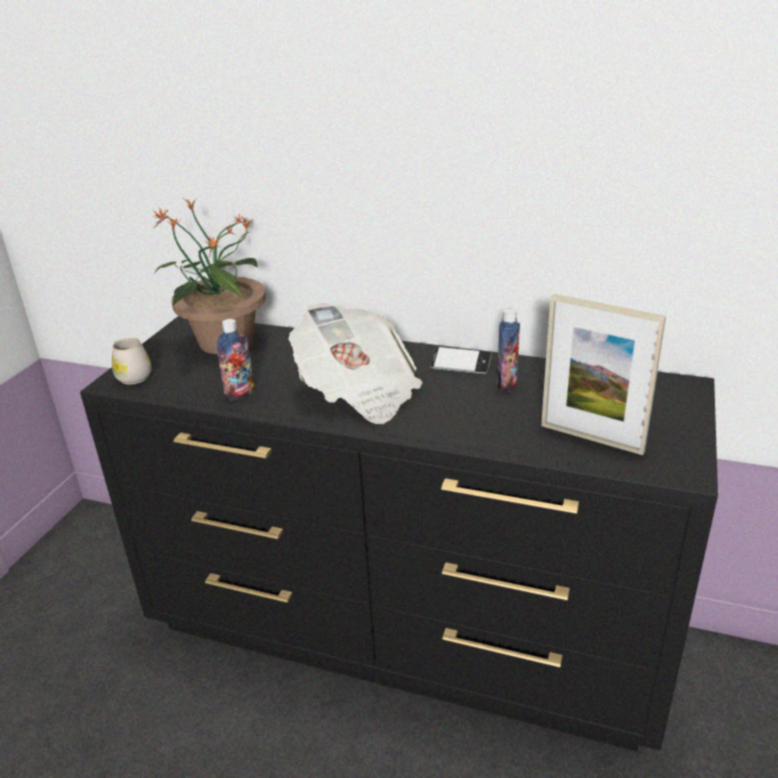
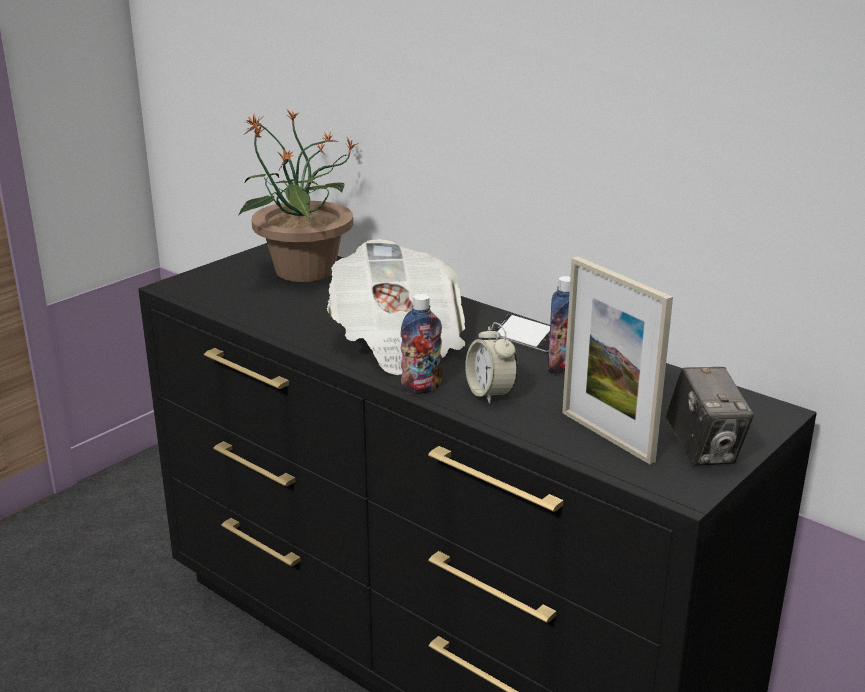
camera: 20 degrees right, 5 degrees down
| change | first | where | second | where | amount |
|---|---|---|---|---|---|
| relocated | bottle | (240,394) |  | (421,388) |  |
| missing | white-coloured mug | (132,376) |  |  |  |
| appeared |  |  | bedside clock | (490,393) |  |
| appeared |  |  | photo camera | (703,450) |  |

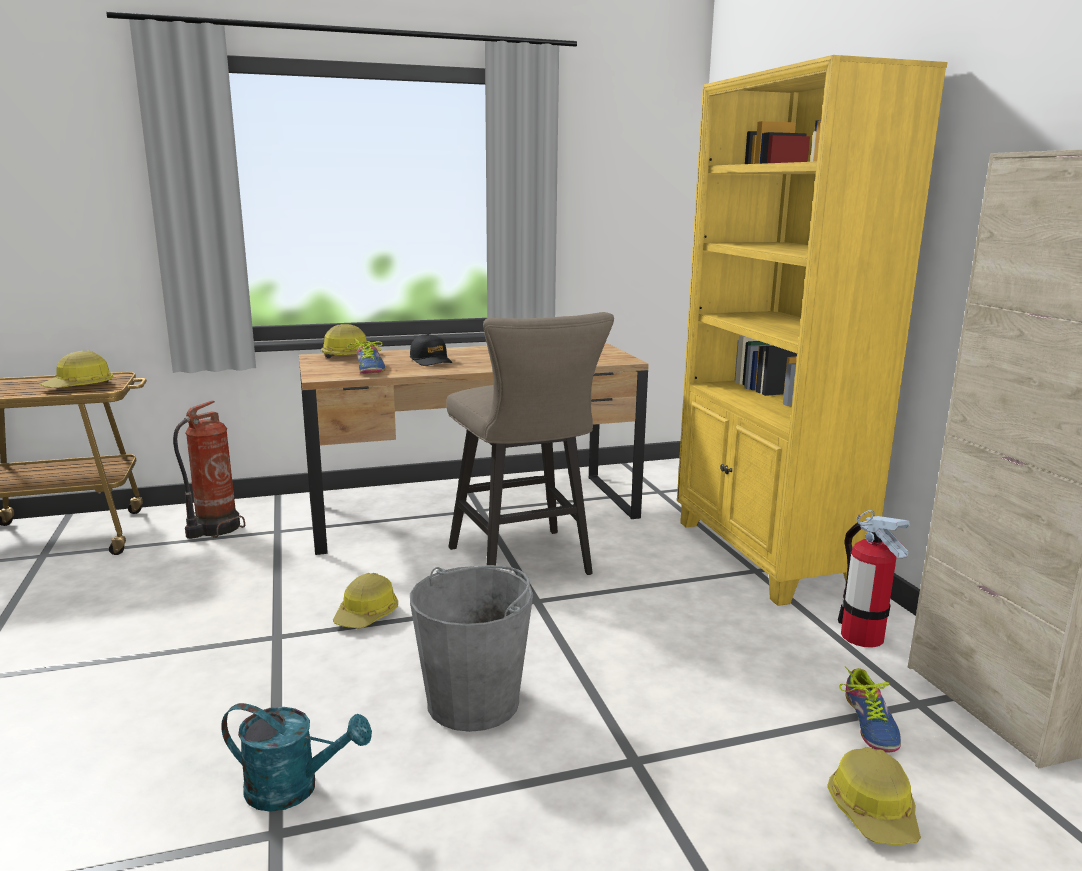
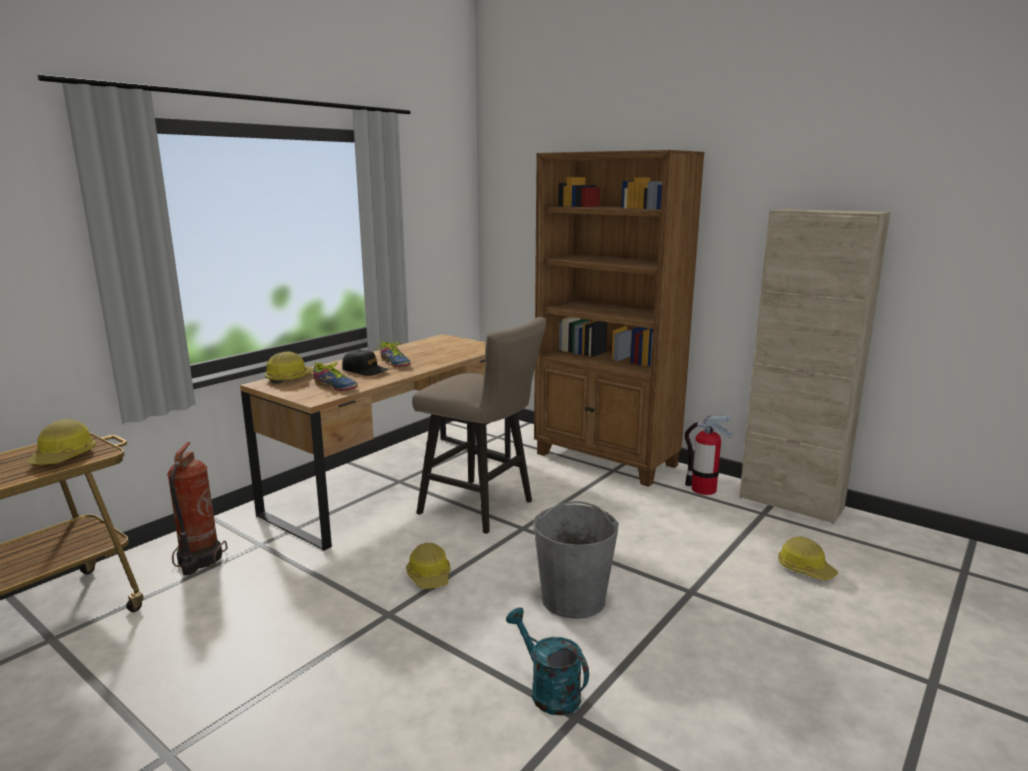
camera: 35 degrees left, 0 degrees up
| change | first | where | second | where | amount |
|---|---|---|---|---|---|
| colour | yellow-coloured bookcase | (764,555) | brown bookcase | (606,460) |  |
| relocated | shoe | (870,723) |  | (395,363) |  |
| spun | turquoise watering pot | (294,789) |  | (548,690) | 105 degrees counterclockwise |

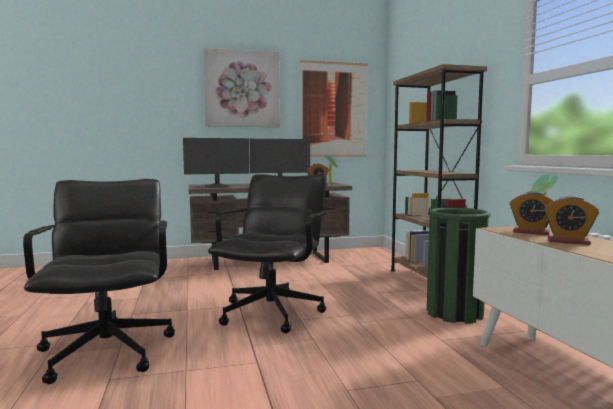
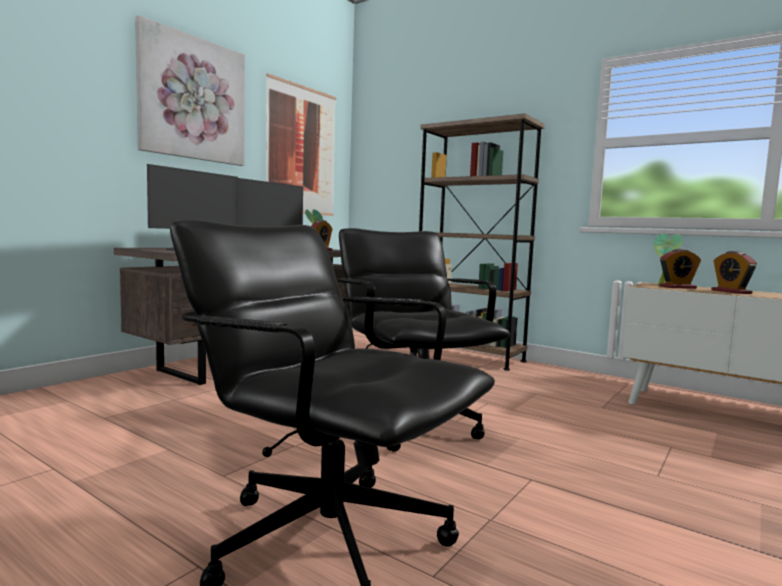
camera: 40 degrees left, 0 degrees up
| change | first | where | second | where | amount |
|---|---|---|---|---|---|
| spun | bedside clock | (568,241) |  | (731,292) | 90 degrees clockwise |
| missing | green rubbish bin | (454,313) |  |  |  |

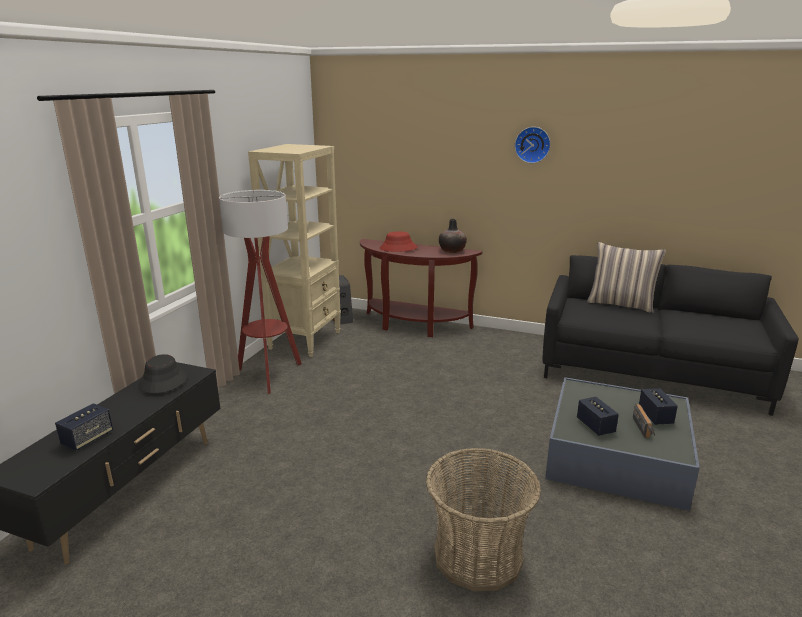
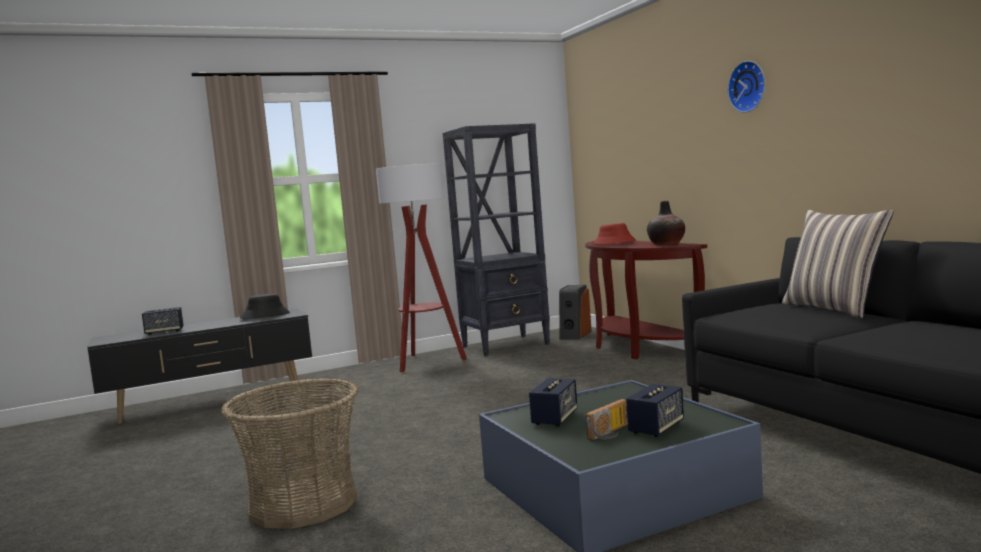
camera: 45 degrees right, 15 degrees down
| change | first | where | second | where | amount |
|---|---|---|---|---|---|
| colour | sand-coloured bookcase | (305,340) | black bookcase | (506,345) |  |

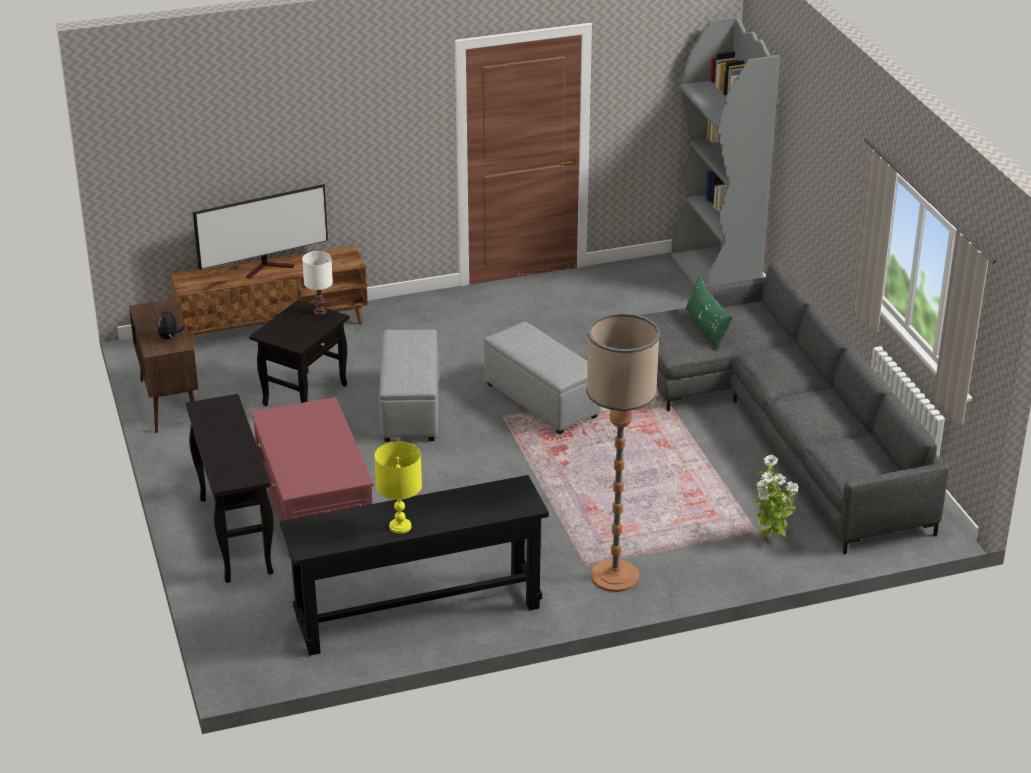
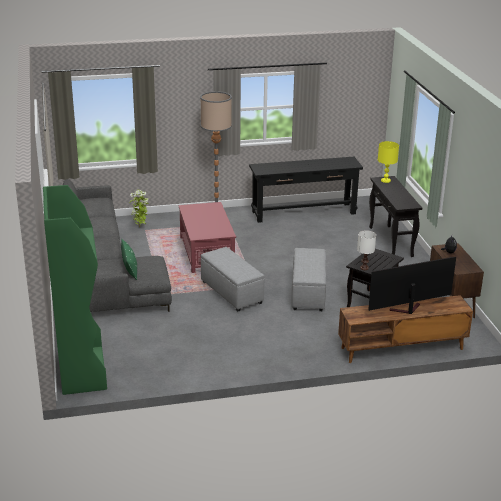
camera: 175 degrees left, 5 degrees down
| change | first | where | second | where | amount |
|---|---|---|---|---|---|
| colour | greyish bookcase | (716,275) | green bookcase | (82,370) |  |
| relocated | red-coloured coffee table | (314,506) |  | (206,252) |  |
| relocated | yellow-coloured table lamp | (400,526) |  | (385,180) |  |

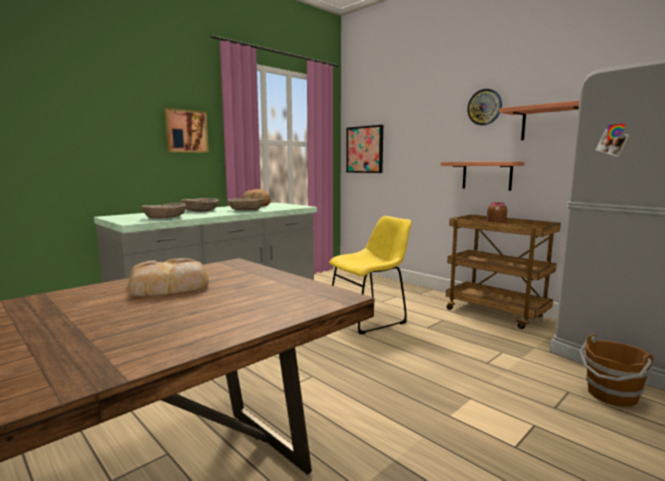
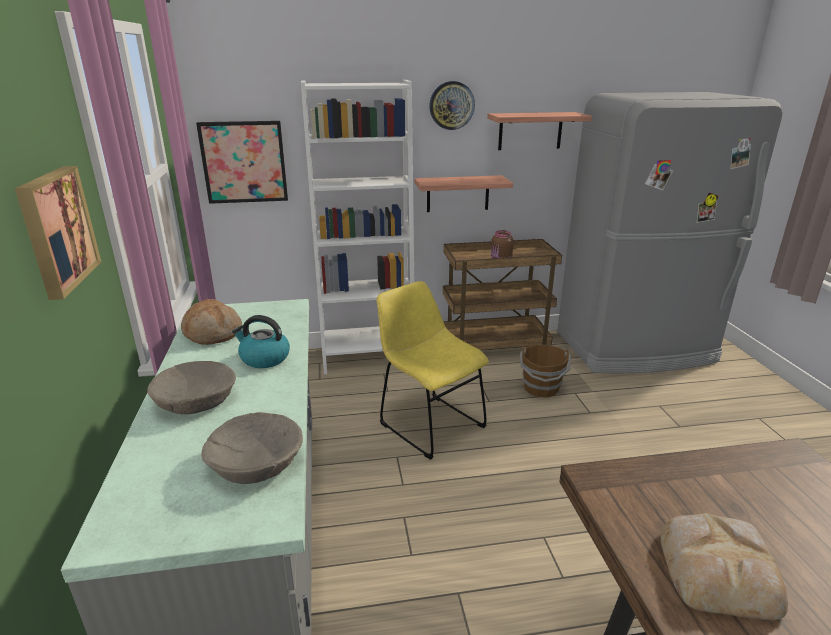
camera: 55 degrees left, 15 degrees up
| change | first | where | second | where | amount |
|---|---|---|---|---|---|
| exchanged | sand-coloured bowl | (245,210) | tea kettle | (264,358) |  |
| spun | yellow-coloured plain chair | (370,318) |  | (428,423) | 45 degrees counterclockwise |
| relocated | brown water bucket | (611,395) |  | (541,388) |  |
| appeared |  |  | white-coloured bookcase | (367,357) |  |

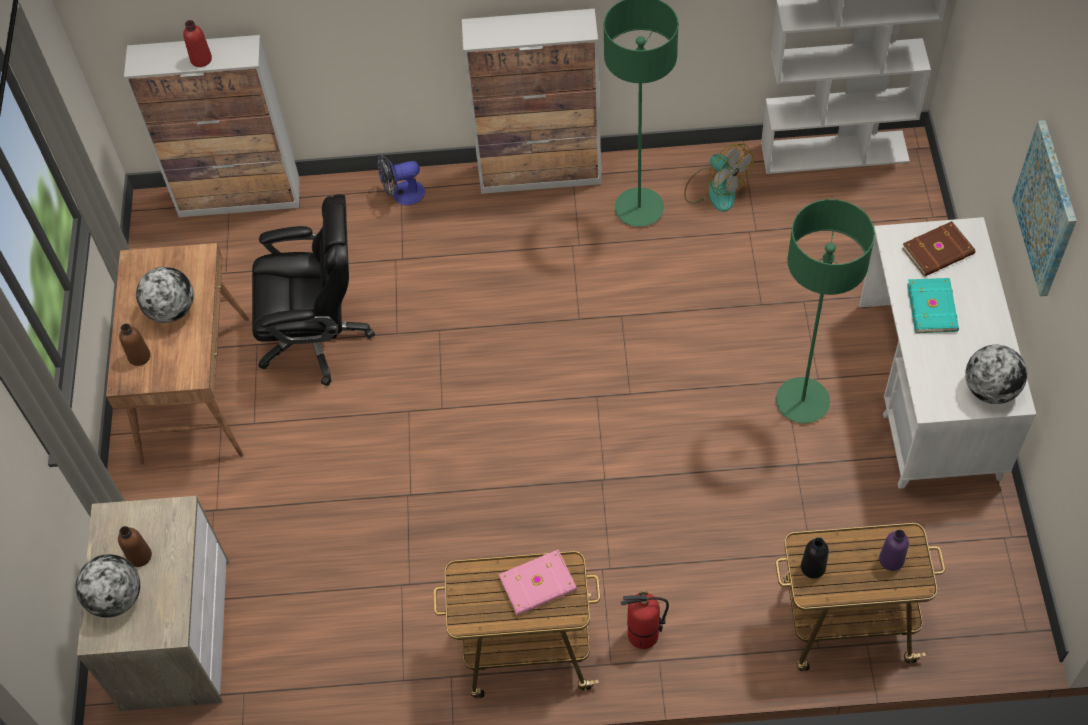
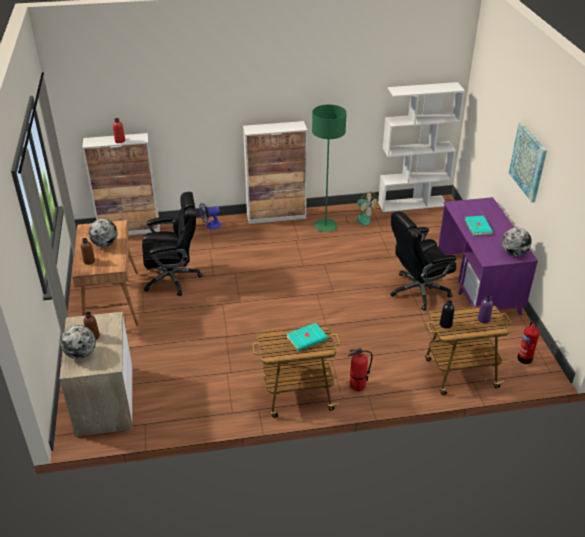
camera: 10 degrees left, 20 degrees down
| change | first | where | second | where | amount |
|---|---|---|---|---|---|
| exchanged | green standing lamp | (802,401) | black desk chair | (418,290) |  |
| colour | white-coloured desk unit | (930,392) | purplish desk unit | (478,284) |  |
| missing | brown volume | (938,252) |  |  |  |
| colour | pink volume | (539,585) | turquoise volume | (307,338) |  |
| appeared |  |  | extinguisher | (525,357) |  |

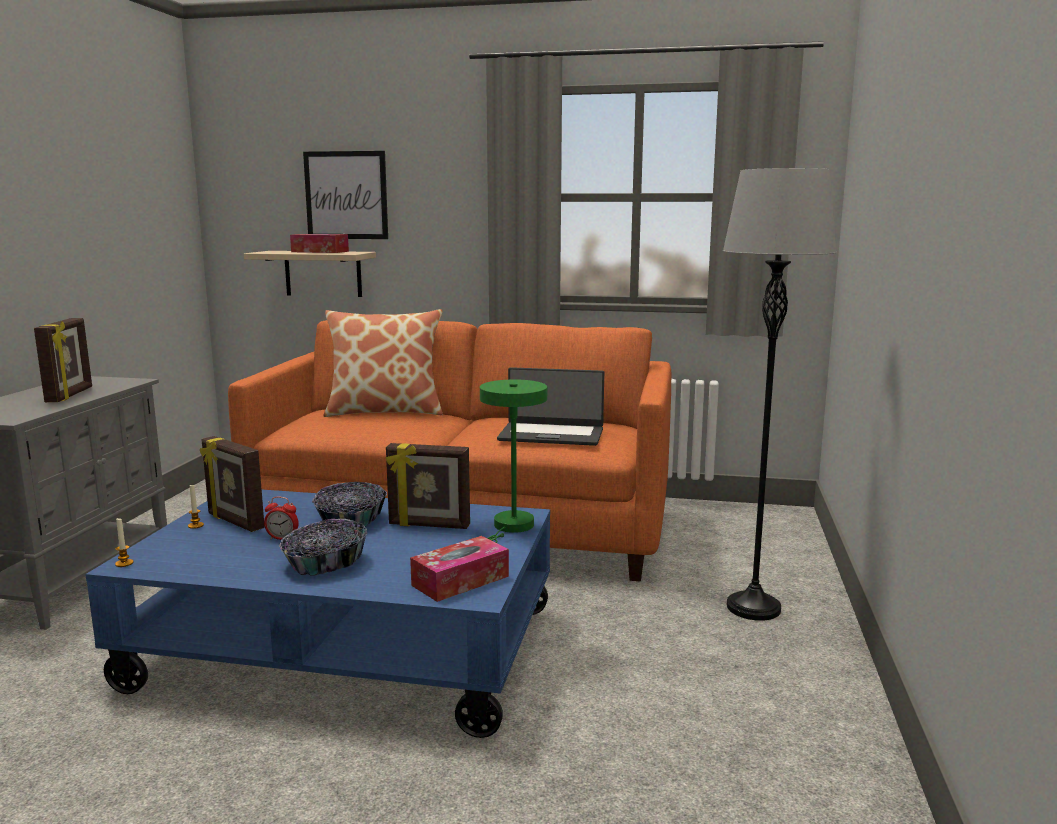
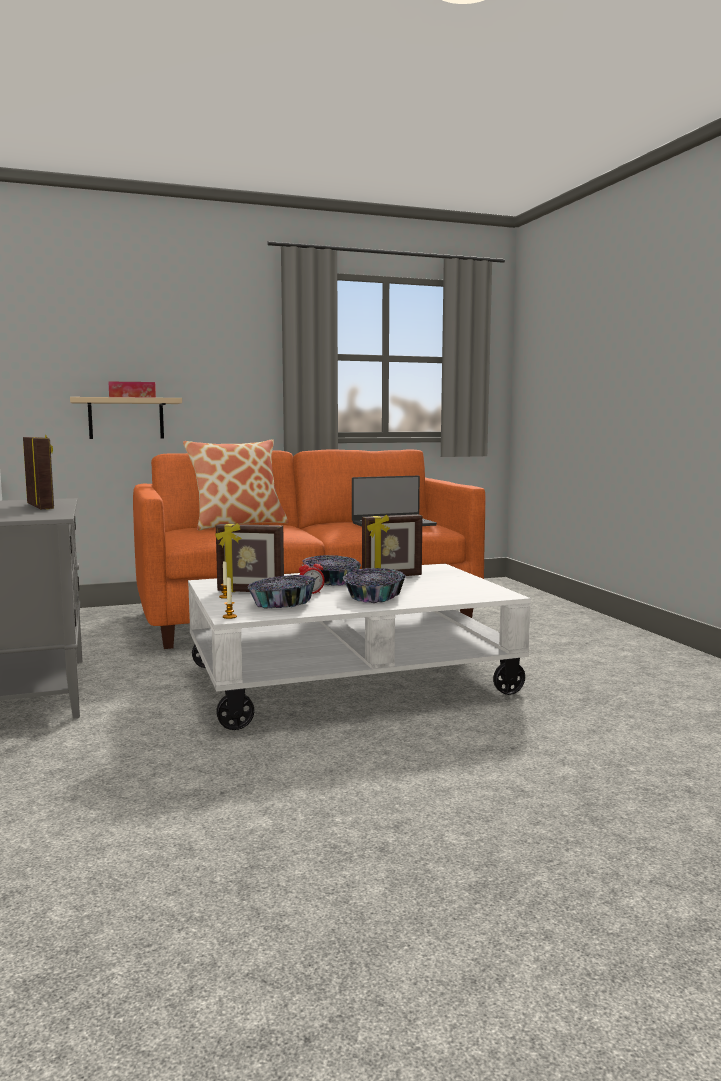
camera: 30 degrees left, 5 degrees down
| change | first | where | second | where | amount |
|---|---|---|---|---|---|
| missing | wall art | (346,195) |  |  |  |
| missing | greyish standing lamp | (753,607) |  |  |  |
| missing | green table lamp | (510,527) |  |  |  |
| colour | bluish coffee table | (347,648) | white-coloured coffee table | (350,679) |  |
| missing | box of tissues | (460,581) |  |  |  |
| appeared |  |  | bowl | (282,604) |  |

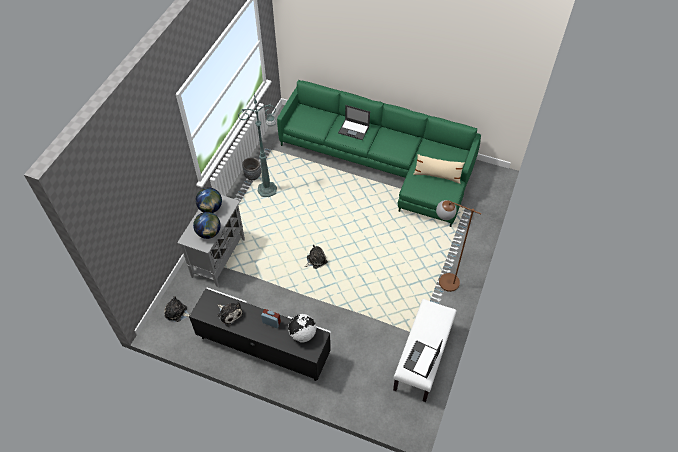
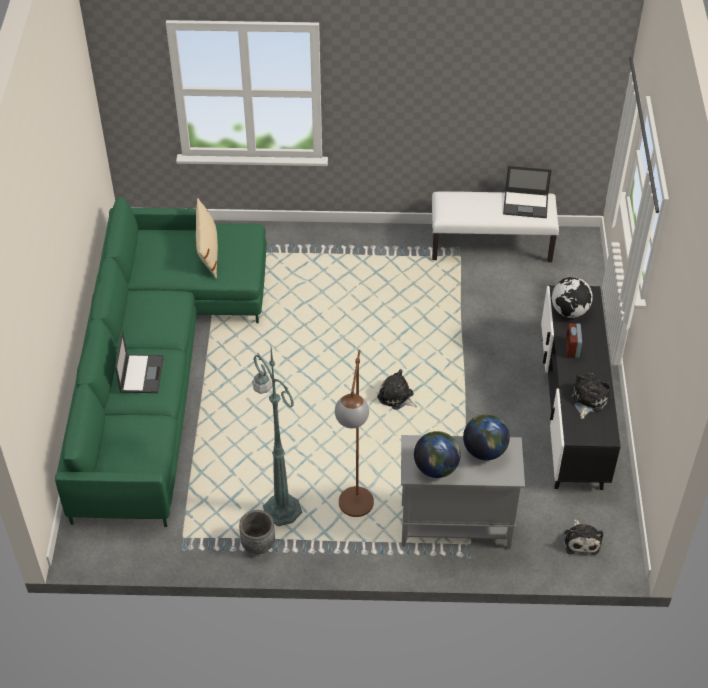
camera: 110 degrees left, 5 degrees down
| change | first | where | second | where | amount |
|---|---|---|---|---|---|
| relocated | brown standing lamp | (442,280) |  | (354,513) |  |

